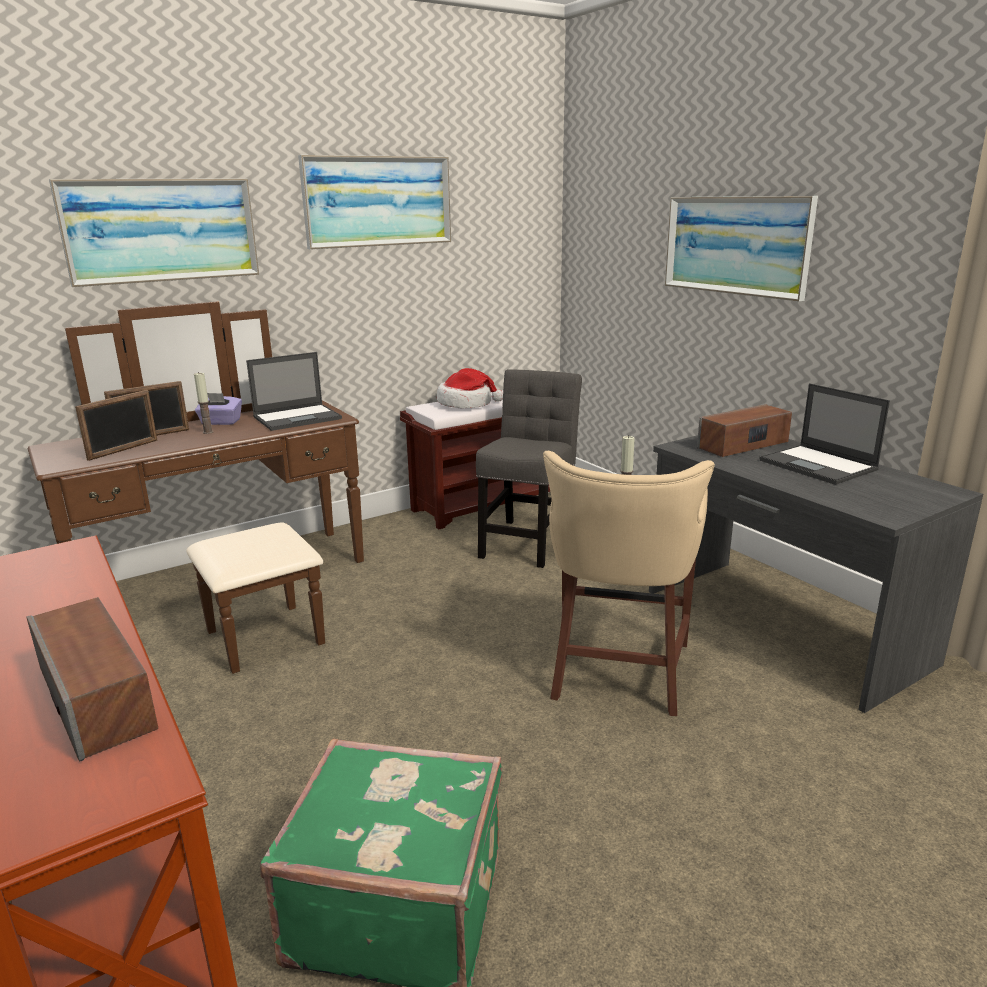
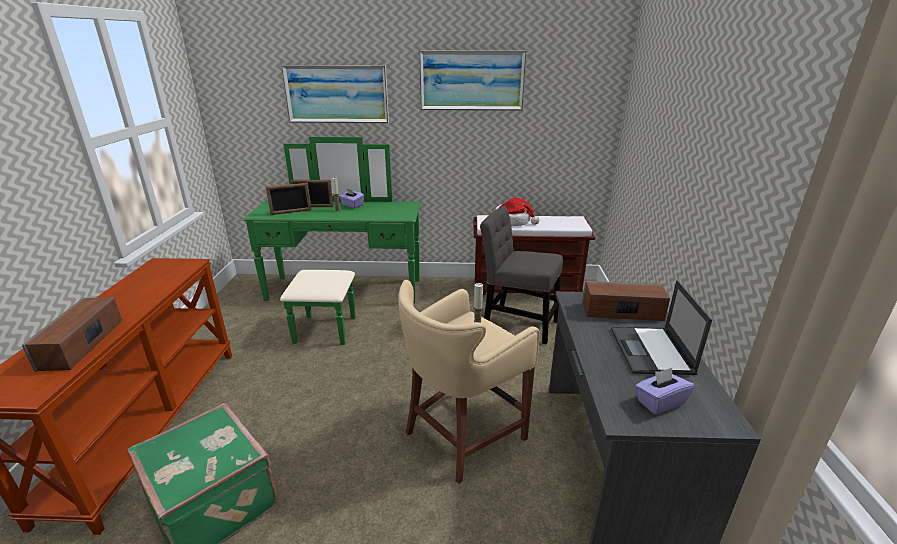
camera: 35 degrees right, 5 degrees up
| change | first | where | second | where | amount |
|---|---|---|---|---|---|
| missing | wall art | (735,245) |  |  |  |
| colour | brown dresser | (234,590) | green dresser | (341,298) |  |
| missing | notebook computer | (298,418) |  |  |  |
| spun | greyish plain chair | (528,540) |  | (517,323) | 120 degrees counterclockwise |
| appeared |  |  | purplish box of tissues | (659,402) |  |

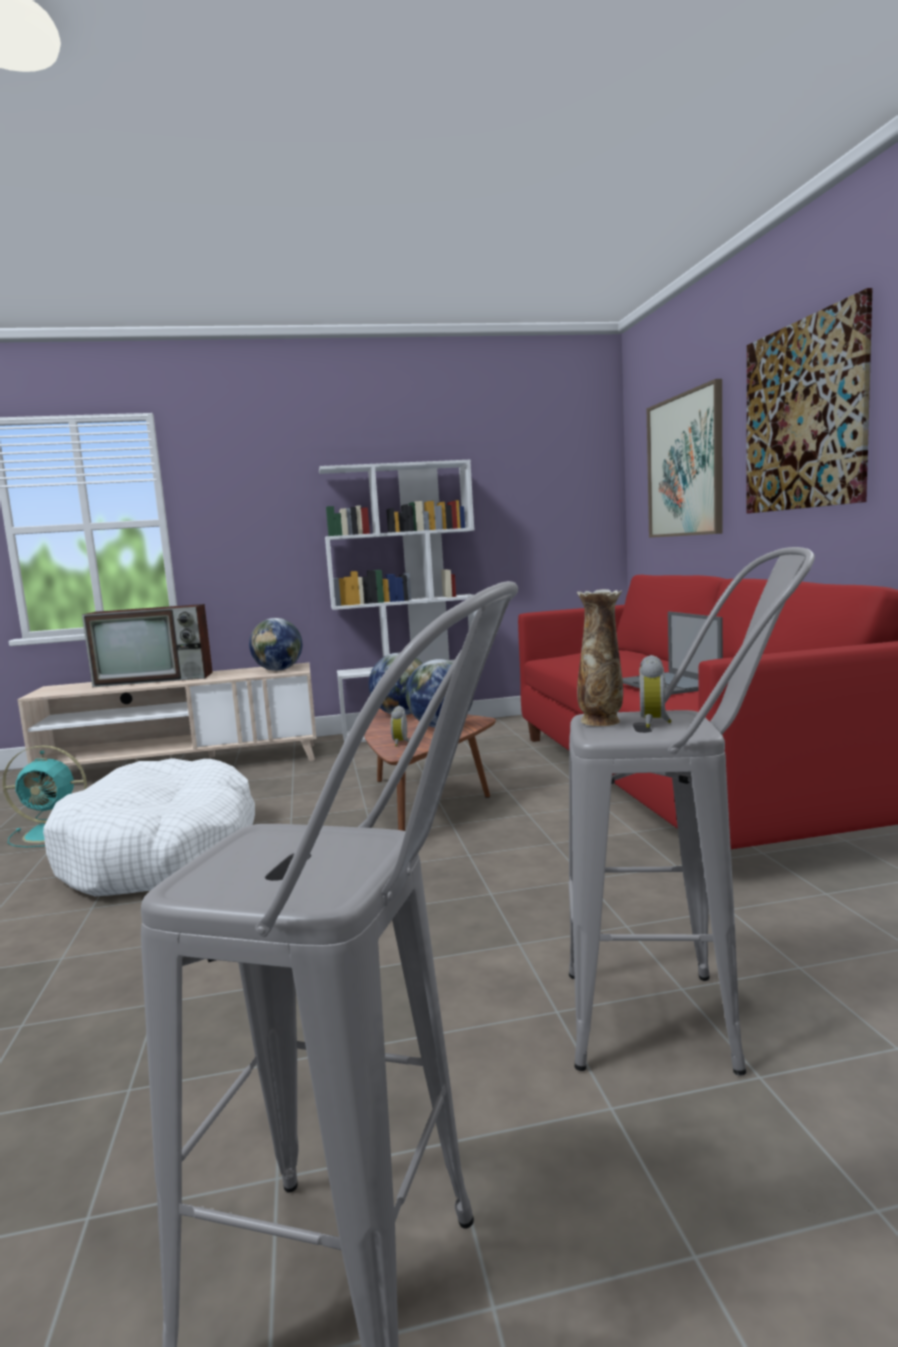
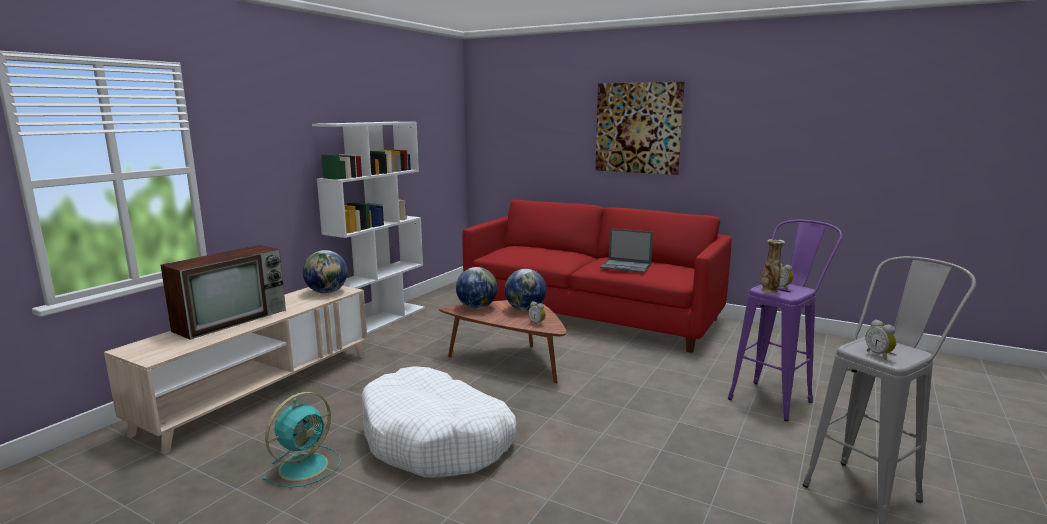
camera: 50 degrees left, 5 degrees up
| change | first | where | second | where | amount |
|---|---|---|---|---|---|
| missing | wall art | (684,466) |  |  |  |
| colour | greyish stool | (681,1020) | purplish stool | (775,397) |  |
| appeared |  |  | bedside clock | (879,355) |  |

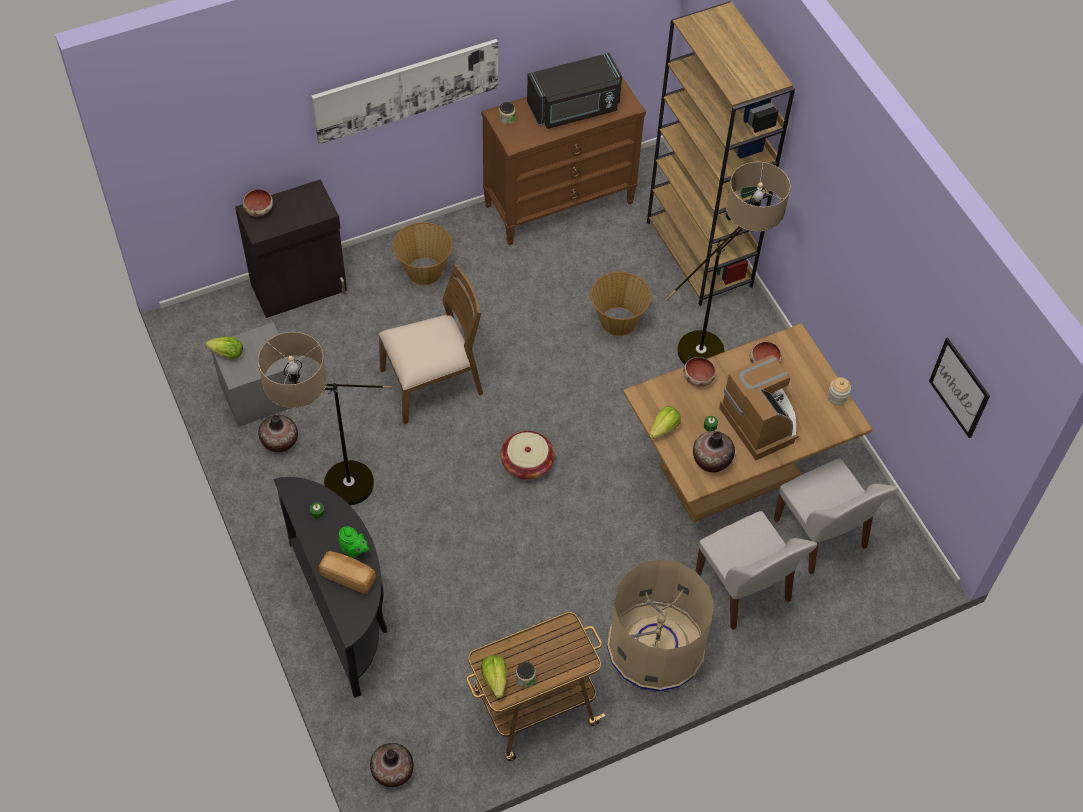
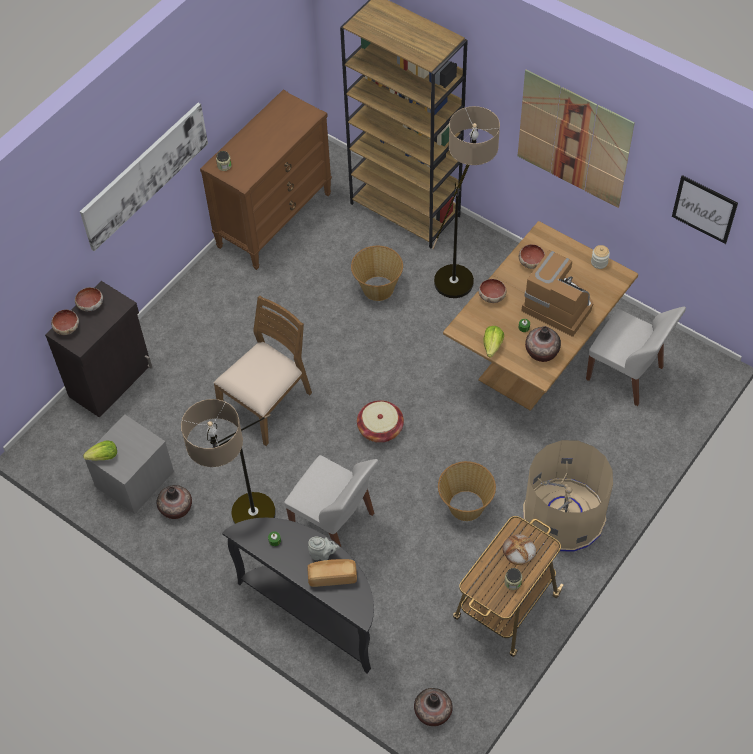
camera: 25 degrees left, 0 degrees up
| change | first | where | second | where | amount |
|---|---|---|---|---|---|
| missing | black kitchen microwave | (574,108) |  |  |  |
| relocated | household basket | (424,271) |  | (465,505) |  |
| relocated | white-coloured plain chair | (744,589) |  | (334,522) |  |
| colour | green tea pot | (354,550) | greyish tea pot | (323,554) |  |
| missing | lettuce | (495,679) |  |  |  |
| appeared |  |  | wall art | (573,139) |  |
| appeared |  |  | bowl | (91,304) |  |
| appeared |  |  | bread | (518,551) |  |

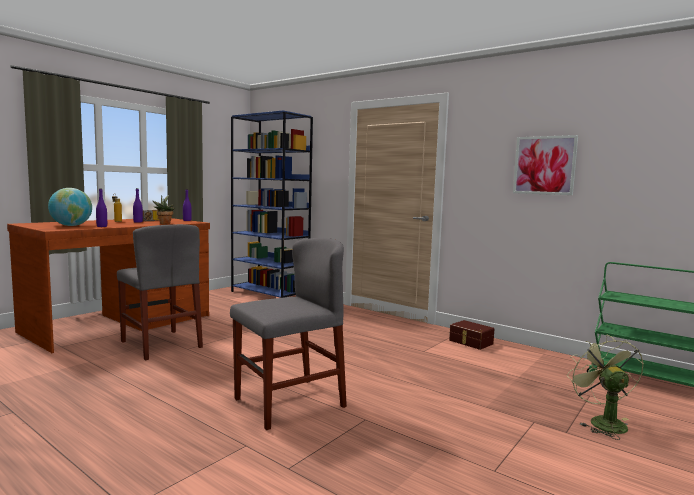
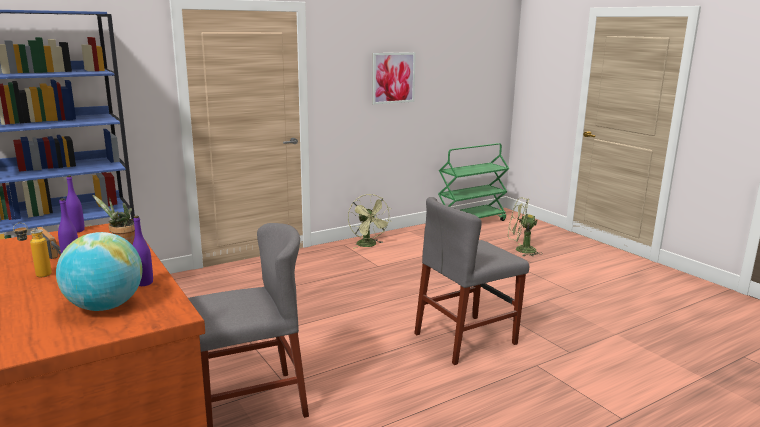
camera: 70 degrees left, 10 degrees up
| change | first | where | second | where | amount |
|---|---|---|---|---|---|
| spun | greyish plain chair | (289,403) |  | (465,339) | 105 degrees counterclockwise |
| exchanged | brown storage bin | (470,342) | green electric fan | (369,245) |  |

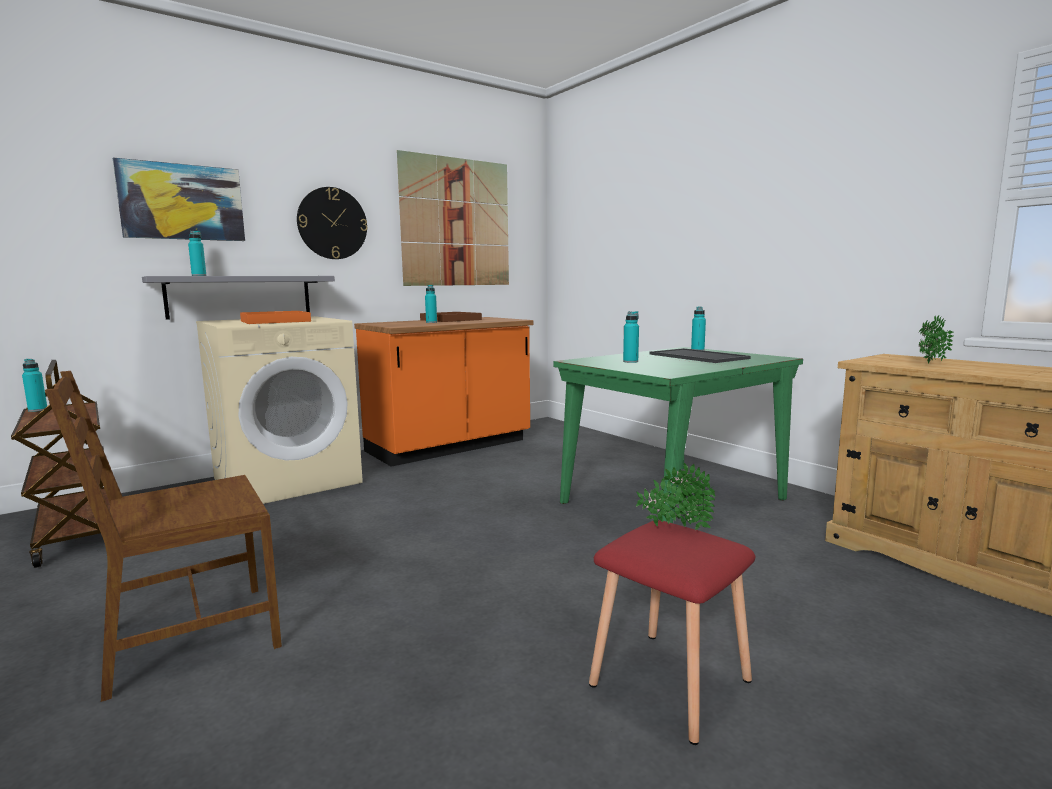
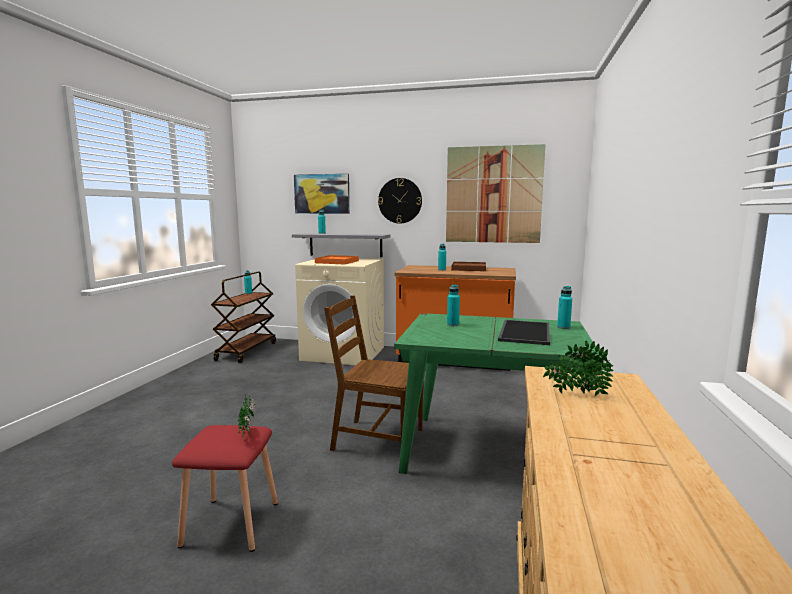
camera: 50 degrees right, 0 degrees up
| change | first | where | second | where | amount |
|---|---|---|---|---|---|
| relocated | brown plain chair | (189,638) |  | (377,440) |  |

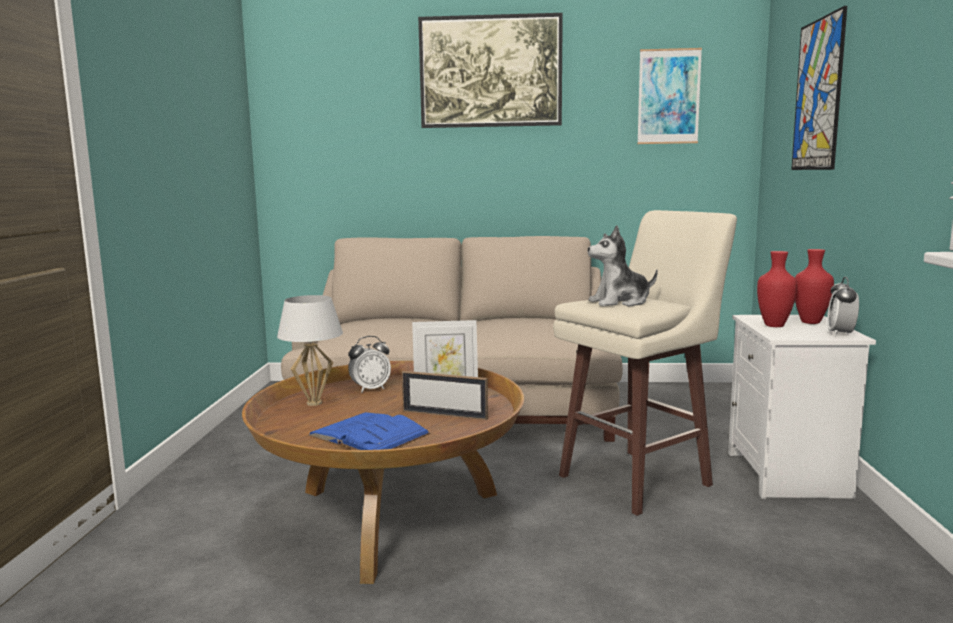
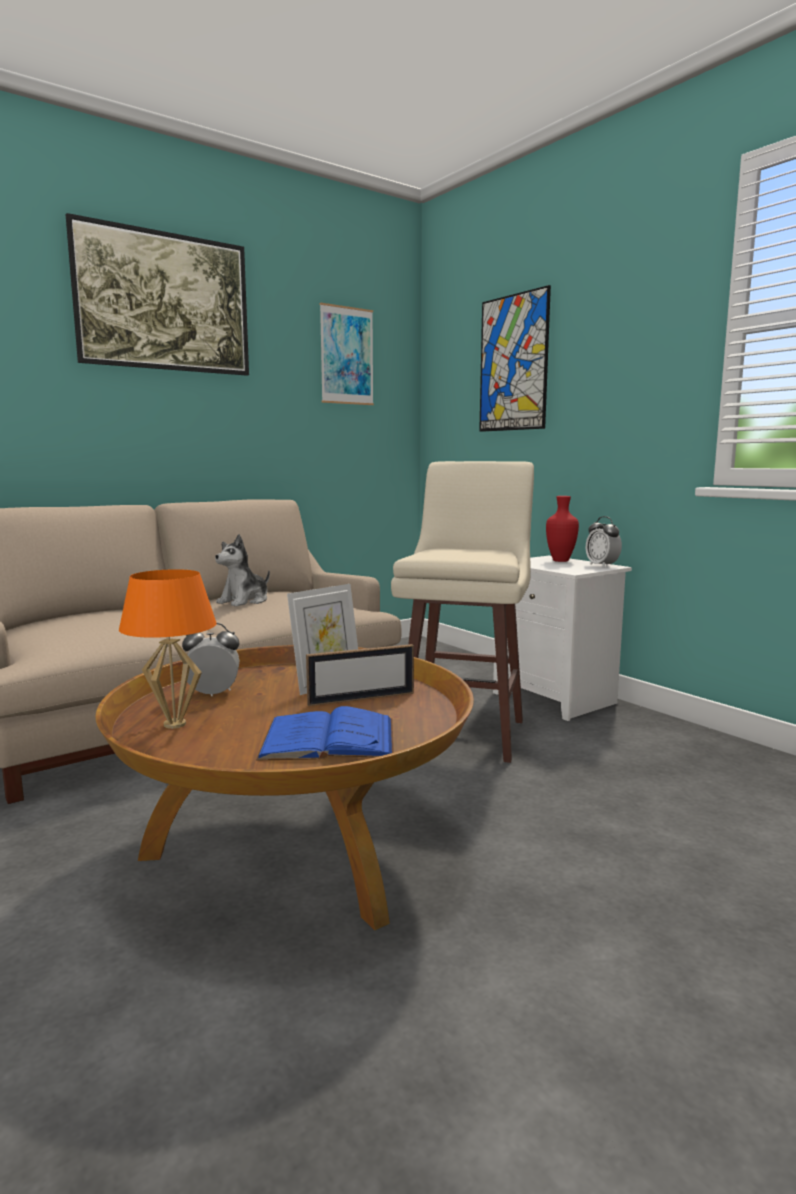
camera: 40 degrees left, 0 degrees up
| change | first | where | second | where | amount |
|---|---|---|---|---|---|
| relocated | plush toy | (620,302) |  | (244,601) |  |
| missing | red-coloured decorative vase | (775,325) |  |  |  |
| colour | white-coloured table lamp | (314,403) | orangey table lamp | (174,724) |  |
| spun | bedside clock | (370,389) |  | (213,693) | 120 degrees counterclockwise |

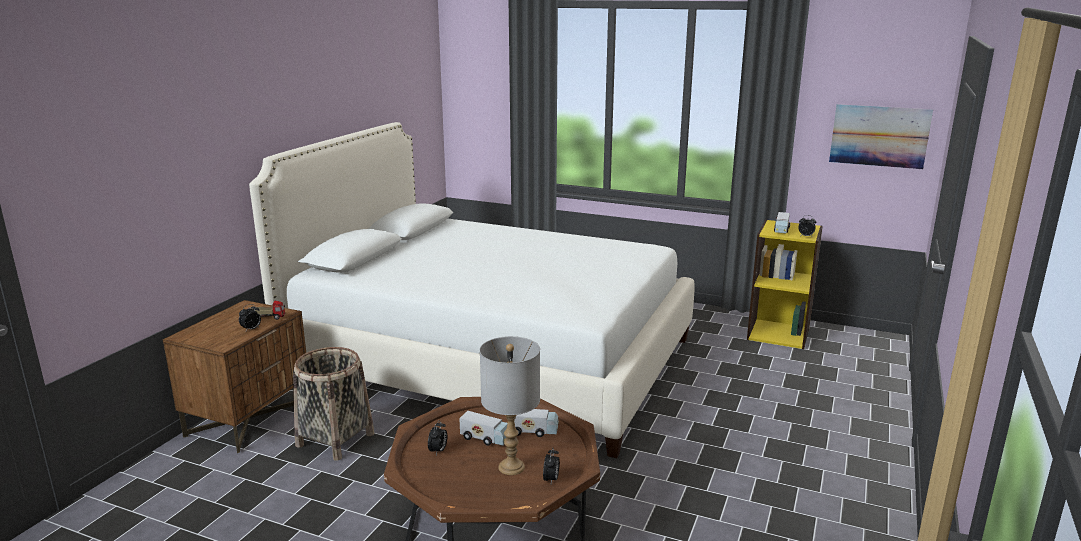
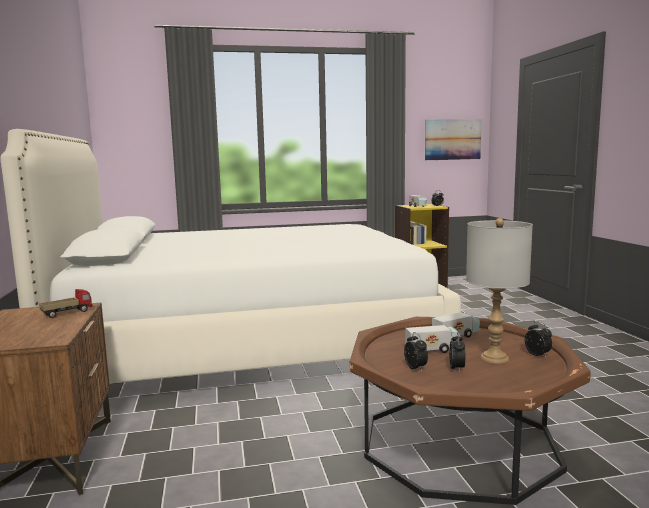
camera: 35 degrees left, 10 degrees down
| change | first | where | second | where | amount |
|---|---|---|---|---|---|
| relocated | bedside clock | (251,329) |  | (457,369) |  |
| missing | household basket | (335,439) |  |  |  |

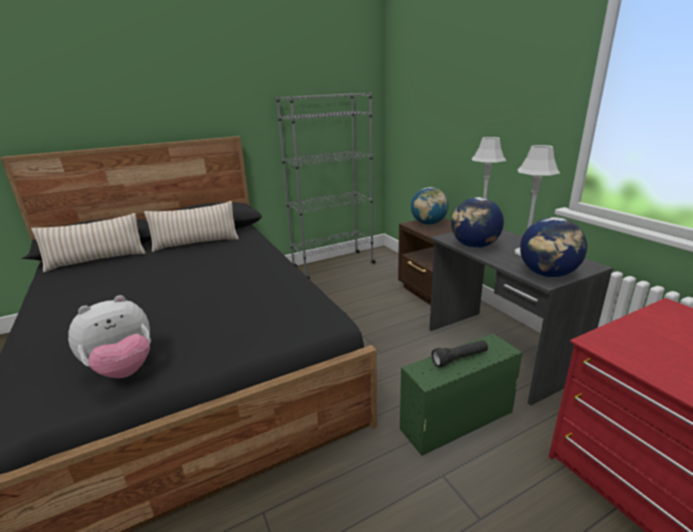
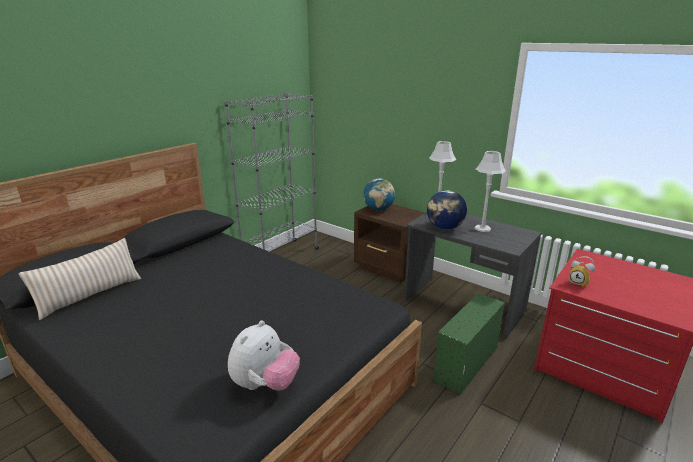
camera: 25 degrees left, 0 degrees up
| change | first | where | second | where | amount |
|---|---|---|---|---|---|
| missing | sand-coloured cushion | (196,243) |  |  |  |
| missing | world globe | (547,274) |  |  |  |
| missing | black flashlight | (460,359) |  |  |  |
| appeared |  |  | bedside clock | (579,283) |  |

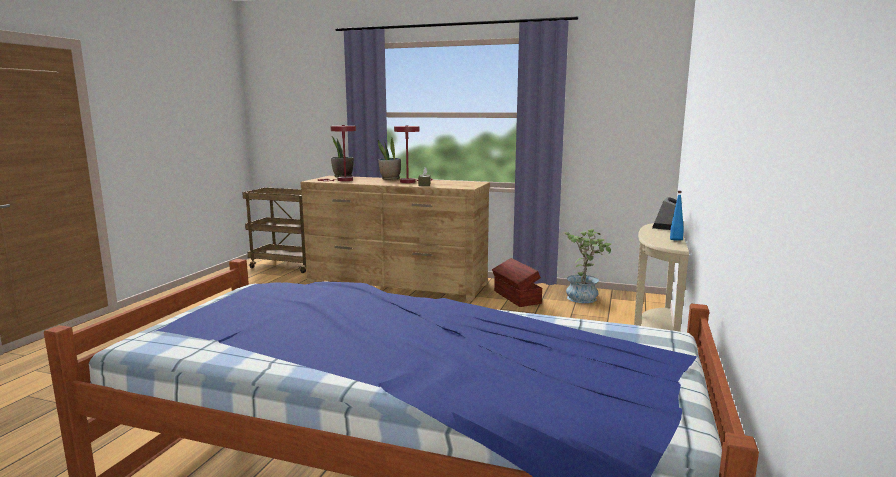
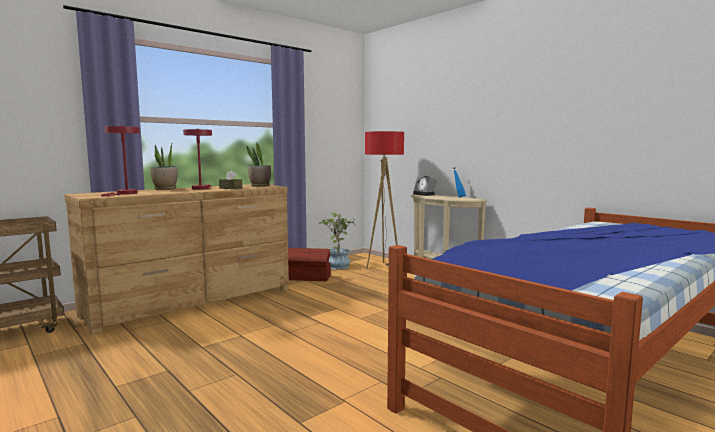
camera: 60 degrees left, 5 degrees down
| change | first | where | second | where | amount |
|---|---|---|---|---|---|
| relocated | plant in a pot | (342,177) |  | (259,186) |  |
| appeared |  |  | standing lamp | (383,267) |  |

